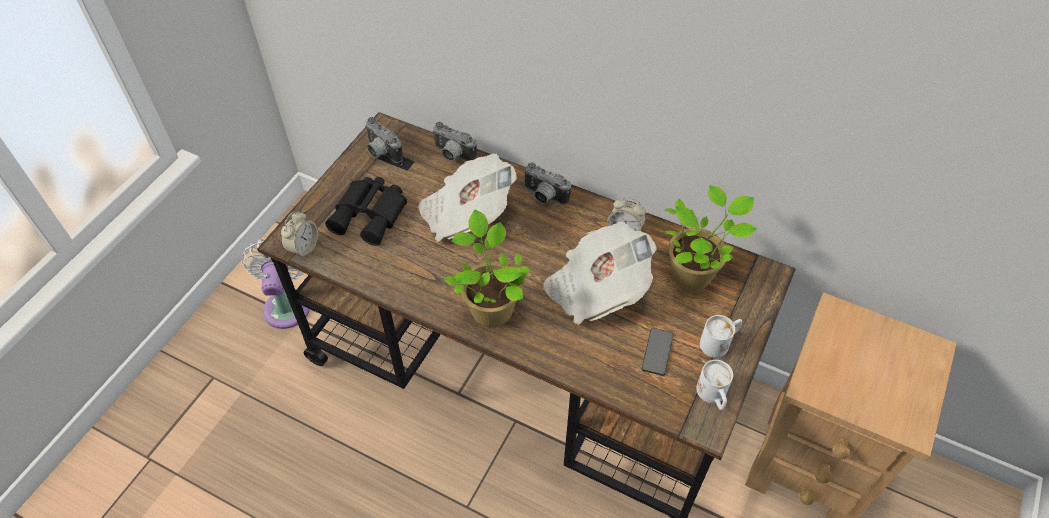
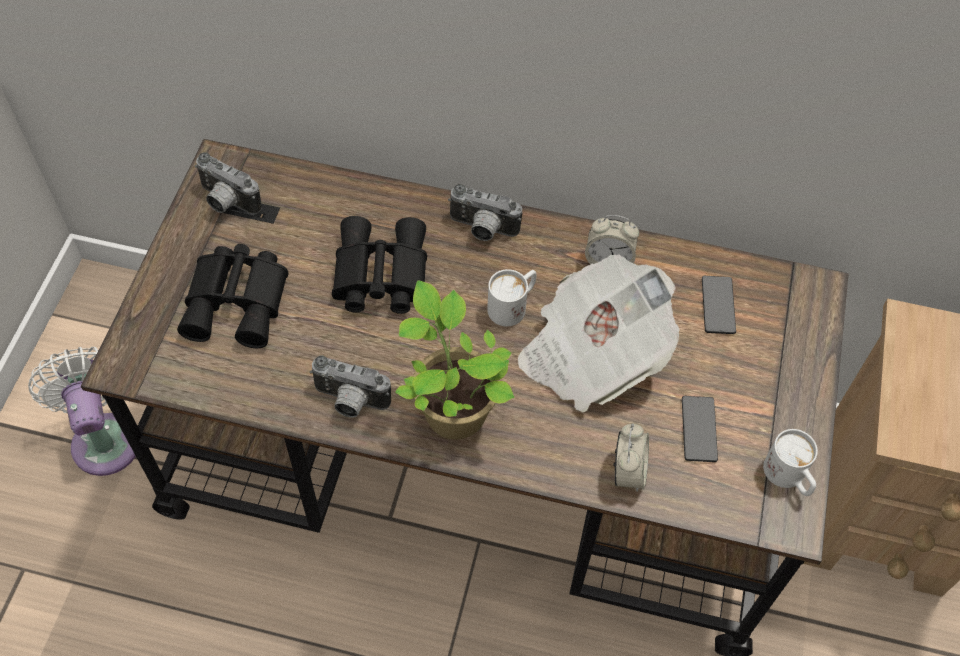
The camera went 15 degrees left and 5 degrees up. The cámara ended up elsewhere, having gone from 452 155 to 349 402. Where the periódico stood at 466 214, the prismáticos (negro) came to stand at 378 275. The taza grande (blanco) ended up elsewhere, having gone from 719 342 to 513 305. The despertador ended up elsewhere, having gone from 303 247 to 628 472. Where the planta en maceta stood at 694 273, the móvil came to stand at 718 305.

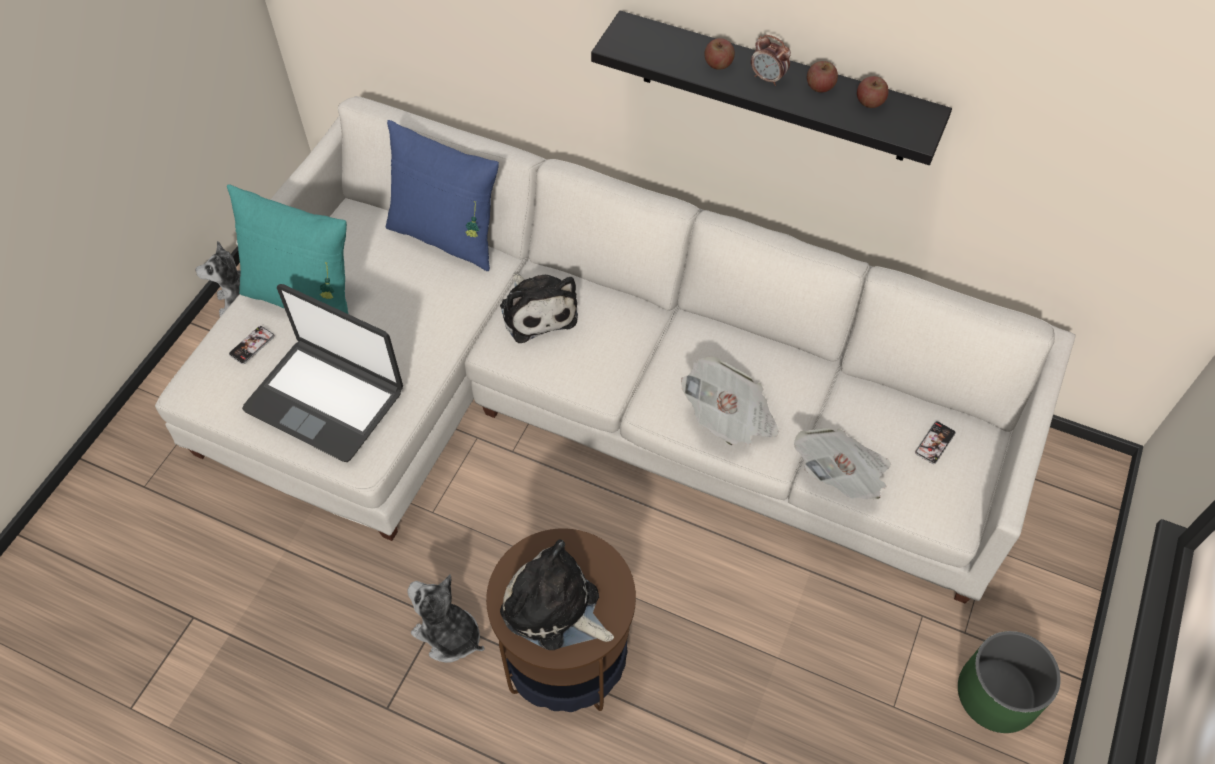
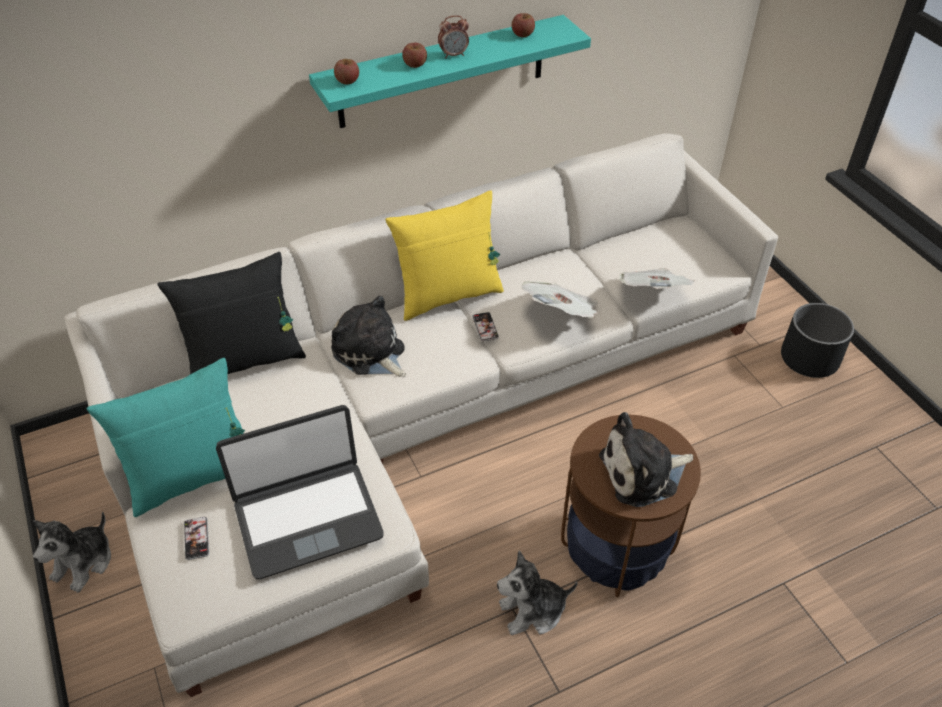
The camera went 50 degrees left and 10 degrees down. What was the cojín (azul) at 446 237 turned into the cojín (negro) at 245 361. What was the estante (negro) at 775 88 turned into the estante (turquesa) at 442 72. The peluche at 537 310 ended up facing another way, 150 degrees counterclockwise from before. The manzana ended up elsewhere, having gone from 820 87 to 347 81. The second view gained the cojín (amarillo) at 448 296. The móvil ended up elsewhere, having gone from 935 443 to 485 327. What was the maceta (verde) at 996 695 turned into the maceta (negro) at 809 359.

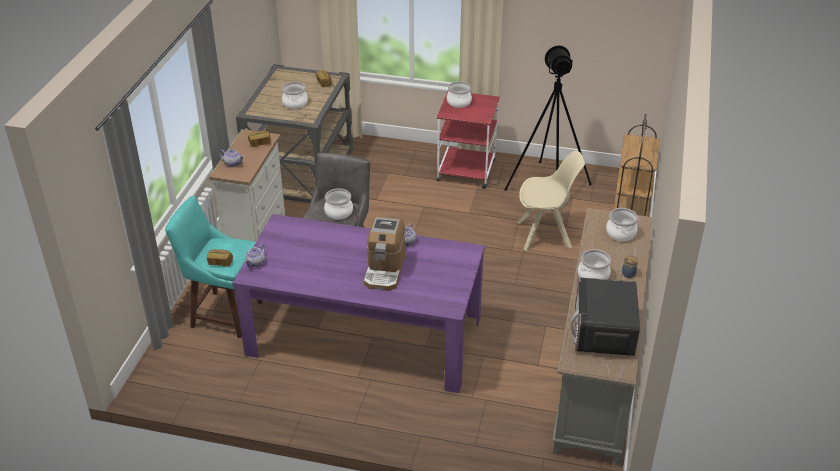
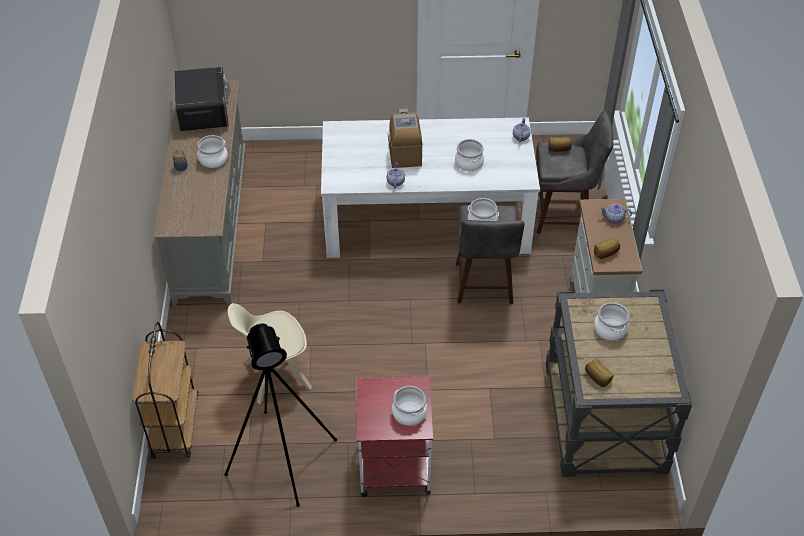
The camera went 165 degrees right and 10 degrees up. What was the mesa de comedor (morado) at 364 336 turned into the mesa de comedor (blanco) at 426 219. The olla ended up elsewhere, having gone from 620 233 to 469 163. What was the taburete (turquesa) at 224 313 turned into the taburete (gris) at 564 215.

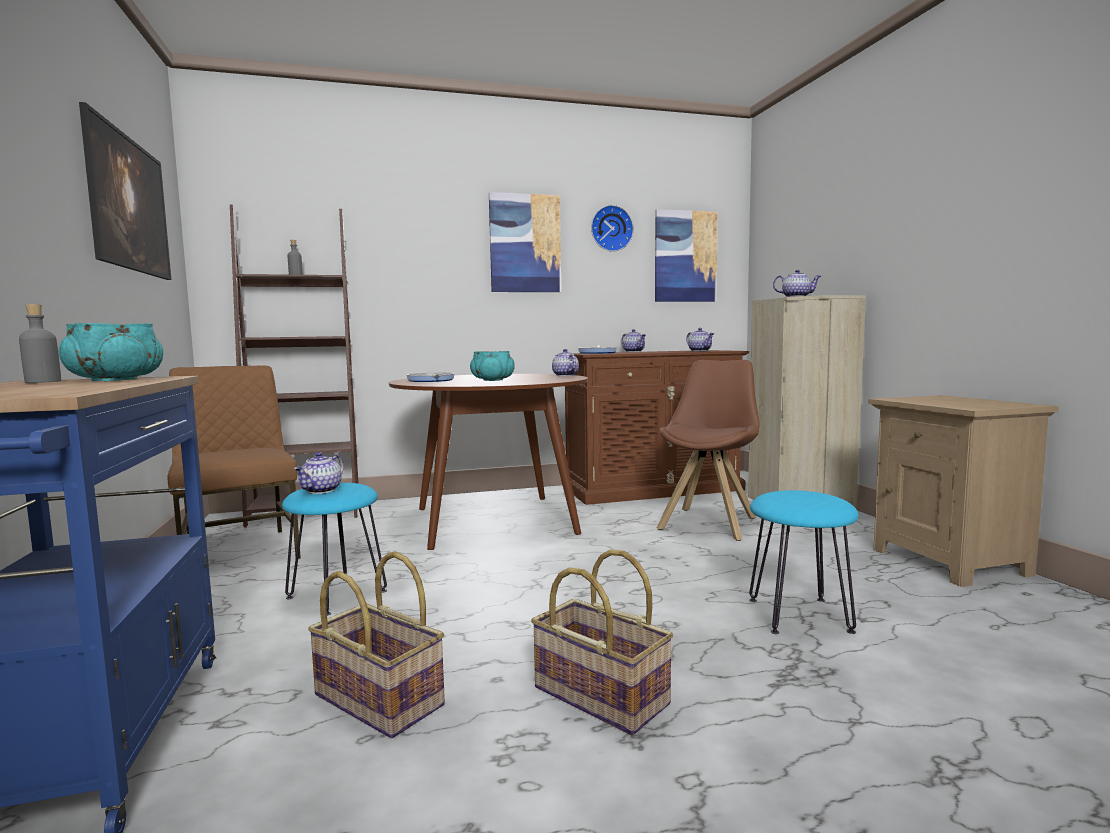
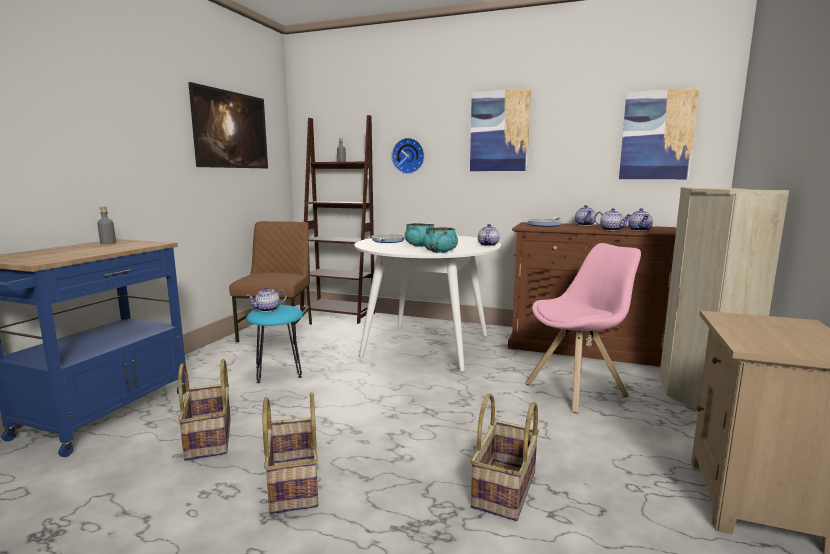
The camera went 35 degrees right and 5 degrees up. What was the mesa de comedor (marrón) at 494 521 turned into the mesa de comedor (blanco) at 426 346. The reloj de pared ended up elsewhere, having gone from 611 229 to 408 156. The cuenco (turquesa) ended up elsewhere, having gone from 116 380 to 440 251. Where the taburete (turquesa) stood at 799 615, the cesta came to stand at 506 489. What was the silla (marrón) at 709 523 turned into the silla (rosa) at 577 390. The tetera ended up elsewhere, having gone from 796 297 to 611 230.

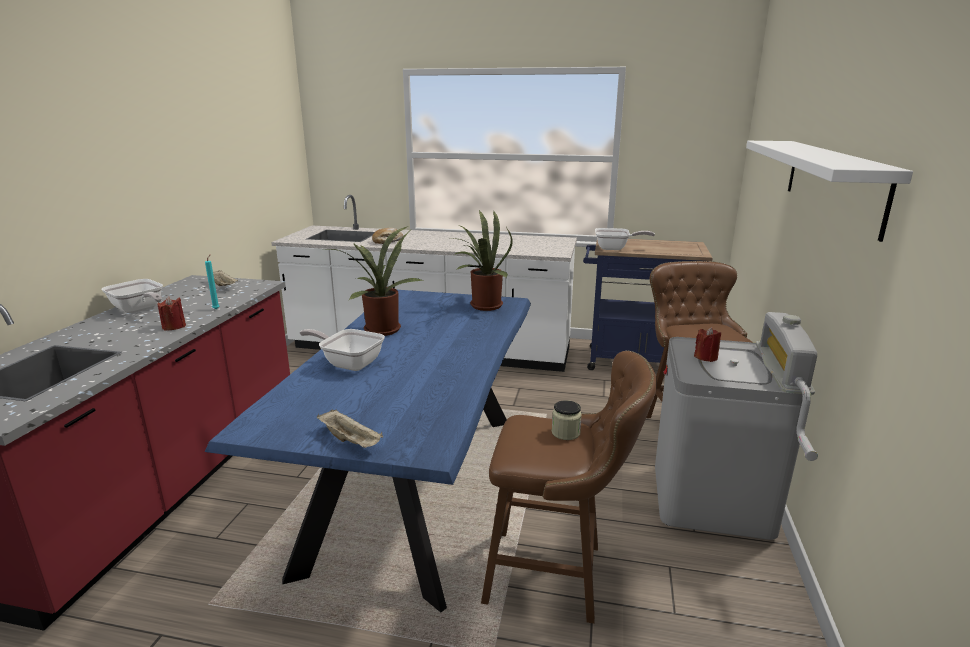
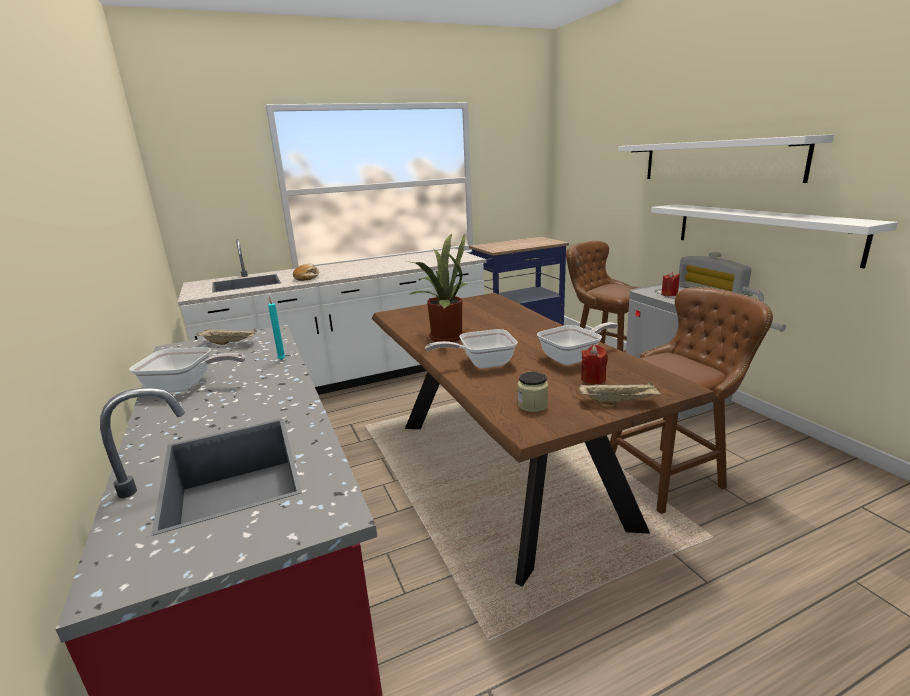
The camera went 35 degrees left and 0 degrees up. What was the mesa de comedor (azul) at 416 487 turned into the mesa de comedor (marrón) at 504 470. The tarro ended up elsewhere, having gone from 565 433 to 532 405. The sartén ended up elsewhere, having gone from 615 248 to 573 358. The vela (rojo) ended up elsewhere, having gone from 174 327 to 593 379. The second view gained the estante (blanco) at 761 231. The second view lost the planta en maceta at 482 306.

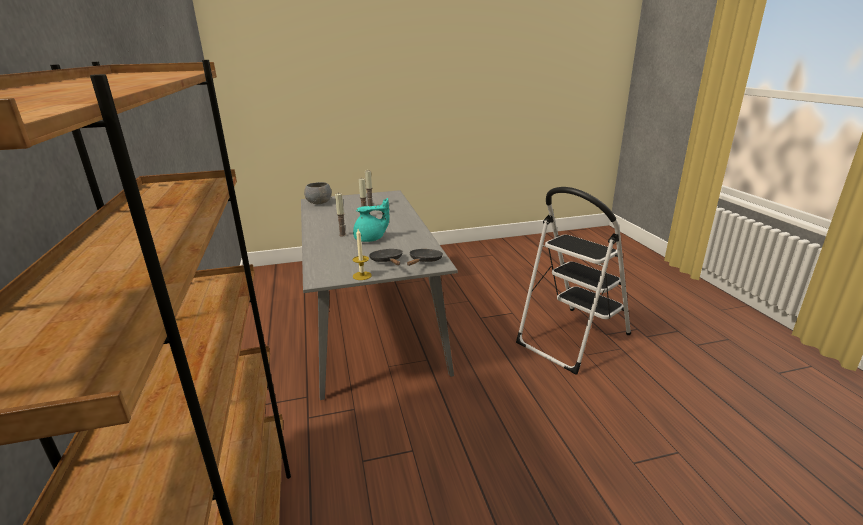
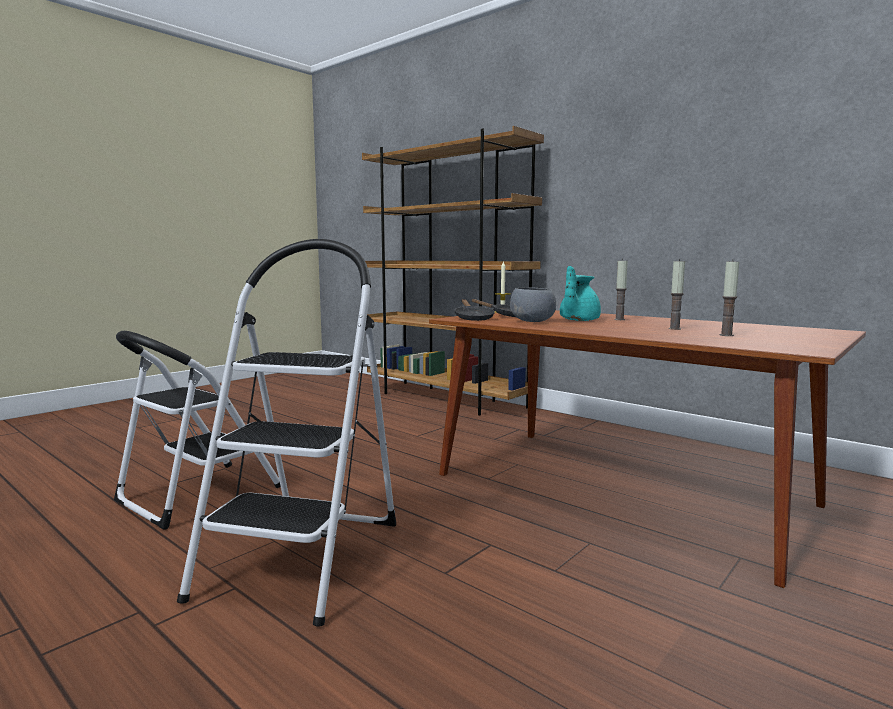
The camera went 145 degrees right and 15 degrees down. The second view gained the escalera de tijera at 195 495. What was the mesa de comedor (gris) at 372 324 turned into the mesa de comedor (marrón) at 617 489. The cuenco (gris) ended up elsewhere, having gone from 319 203 to 532 321.

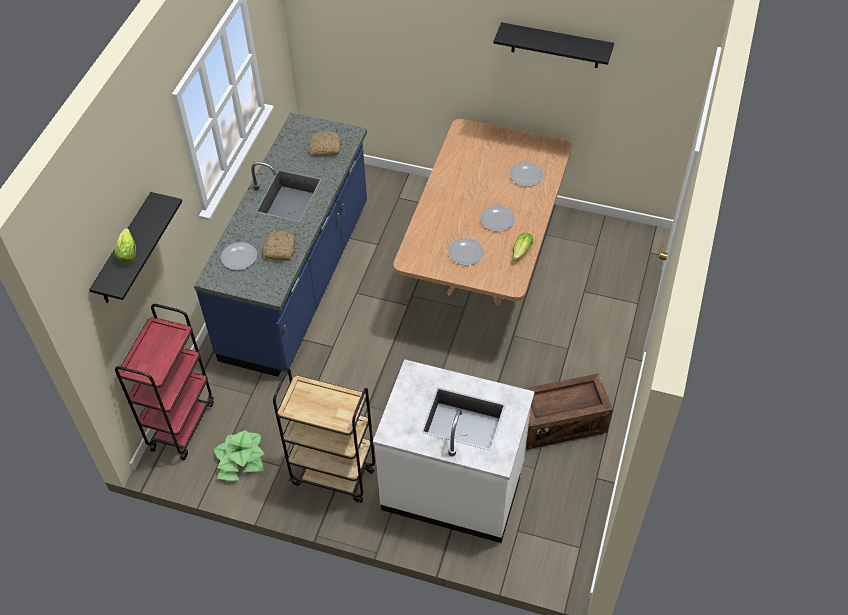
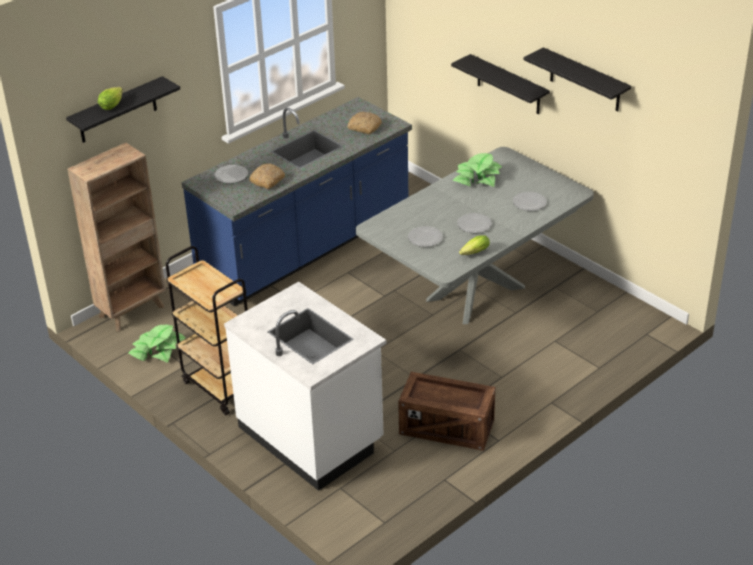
The camera went 30 degrees right and 15 degrees down. Where the carrito (rojo) stood at 182 426, the estantería (marrón) came to stand at 133 311. What was the mesa de comedor (marrón) at 483 269 turned into the mesa de comedor (gris) at 474 293. The second view gained the estante (negro) at 508 85. The second view gained the planta en maceta at 477 178.

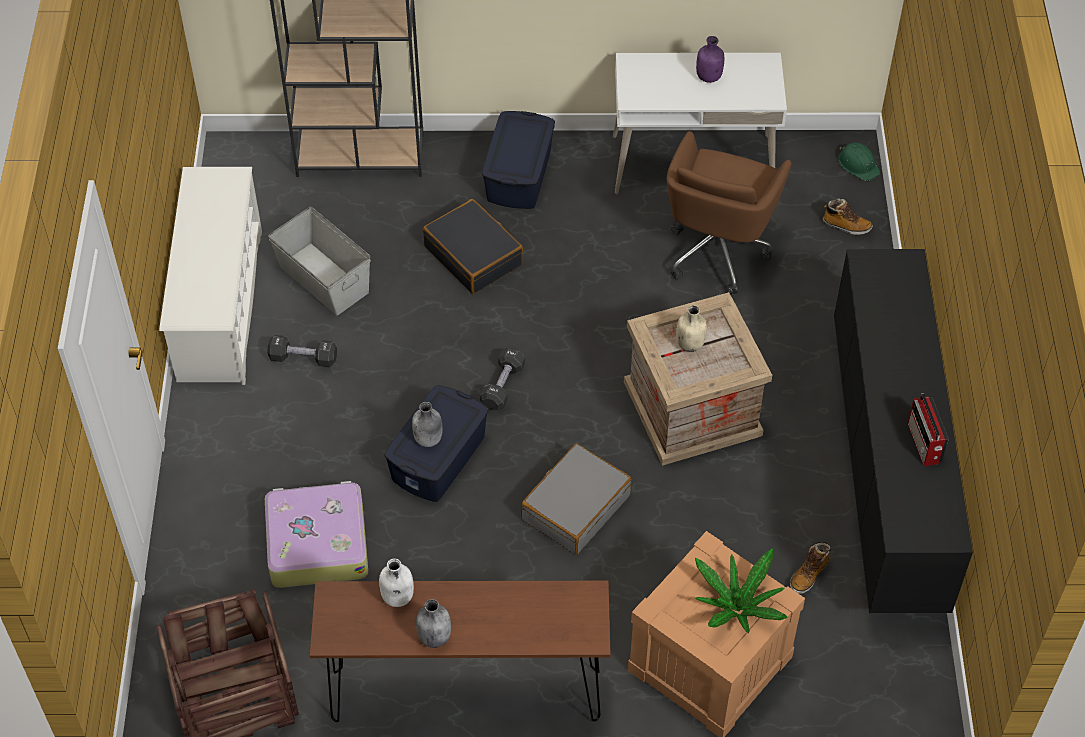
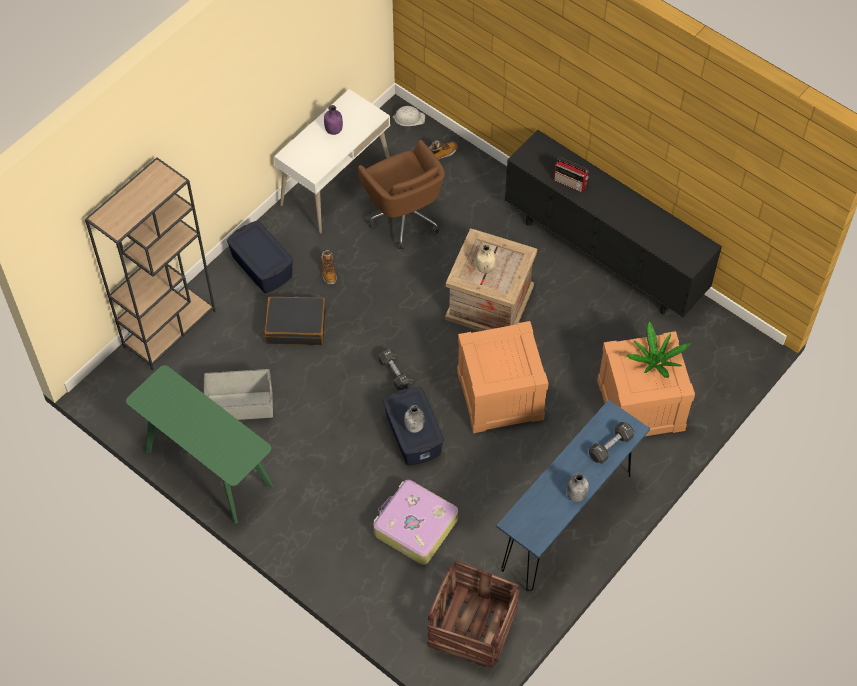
The camera went 50 degrees left and 5 degrees up. Where the zapatero (blanco) stood at 220 305, the mesa consola (verde) came to stand at 208 468. The bota ended up elsewhere, having gone from 809 574 to 328 272. What was the casco (verde) at 858 164 turned into the casco (blanco) at 409 118. Where the maleta (gris) stood at 575 507, the caja de embalaje came to stand at 500 396. What was the mesa consola (marrón) at 466 695 turned into the mesa consola (azul) at 567 521. The radio ended up elsewhere, having gone from 924 444 to 571 183. The mancuerna (negro) ended up elsewhere, having gone from 303 358 to 610 447. The second view lost the botella (blanco) at 397 597.

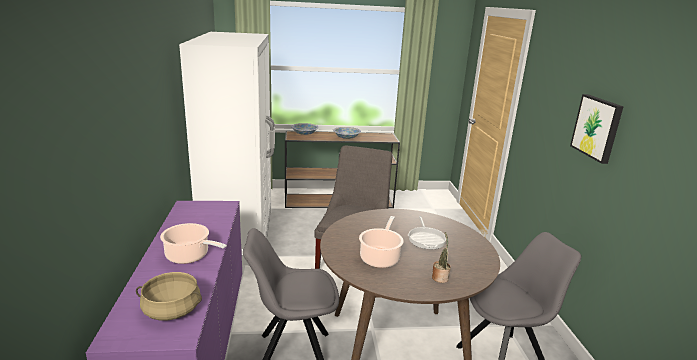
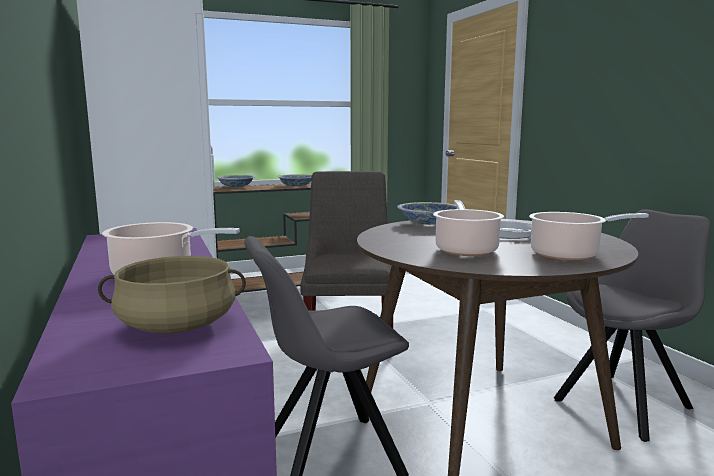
The camera went 15 degrees left and 10 degrees down. The second view gained the cuenco at 428 223. Where the planta en maceta stood at 440 277, the olla came to stand at 569 255. The second view lost the cuadro at 597 127.

